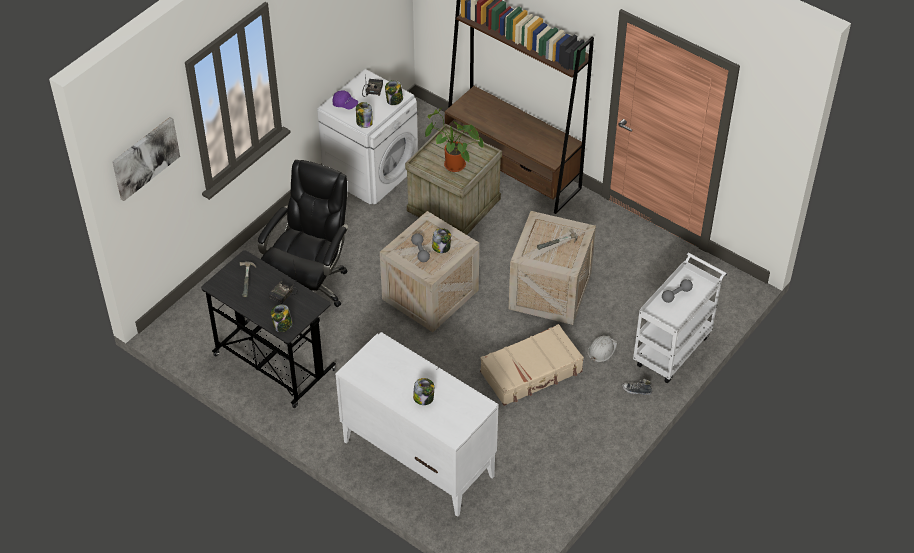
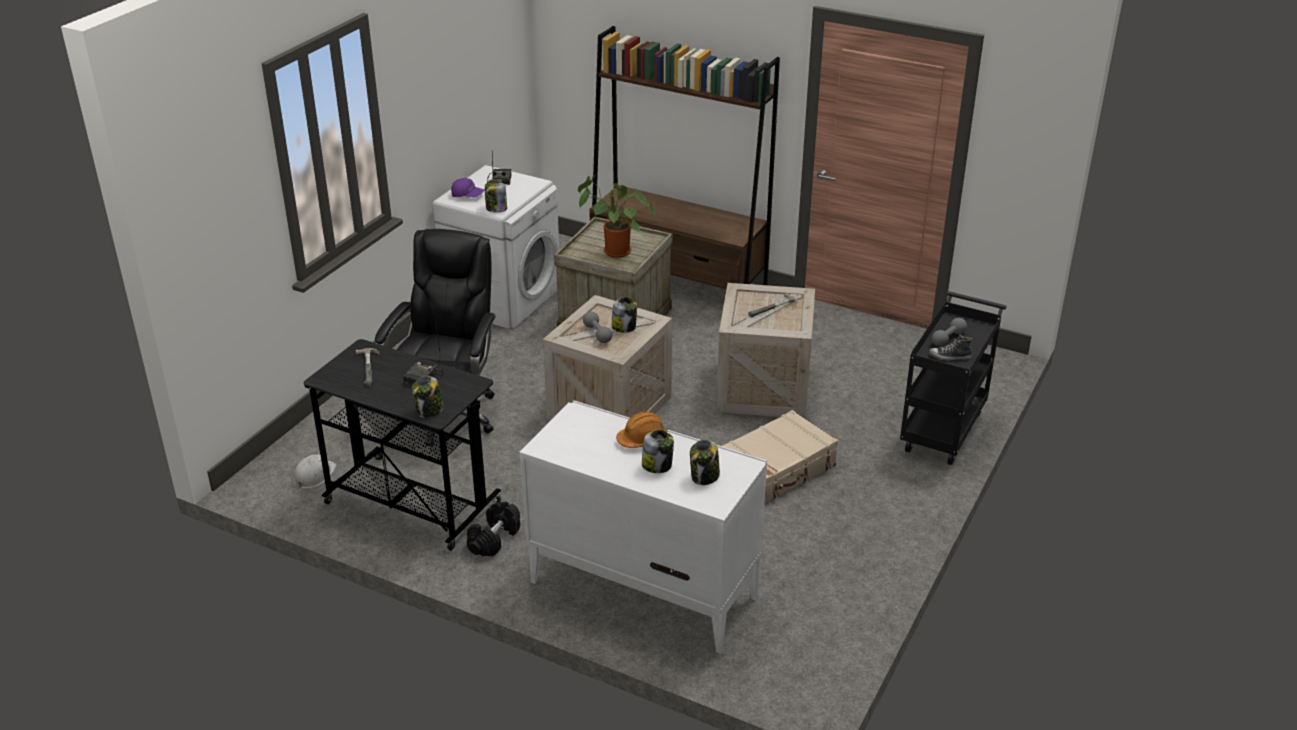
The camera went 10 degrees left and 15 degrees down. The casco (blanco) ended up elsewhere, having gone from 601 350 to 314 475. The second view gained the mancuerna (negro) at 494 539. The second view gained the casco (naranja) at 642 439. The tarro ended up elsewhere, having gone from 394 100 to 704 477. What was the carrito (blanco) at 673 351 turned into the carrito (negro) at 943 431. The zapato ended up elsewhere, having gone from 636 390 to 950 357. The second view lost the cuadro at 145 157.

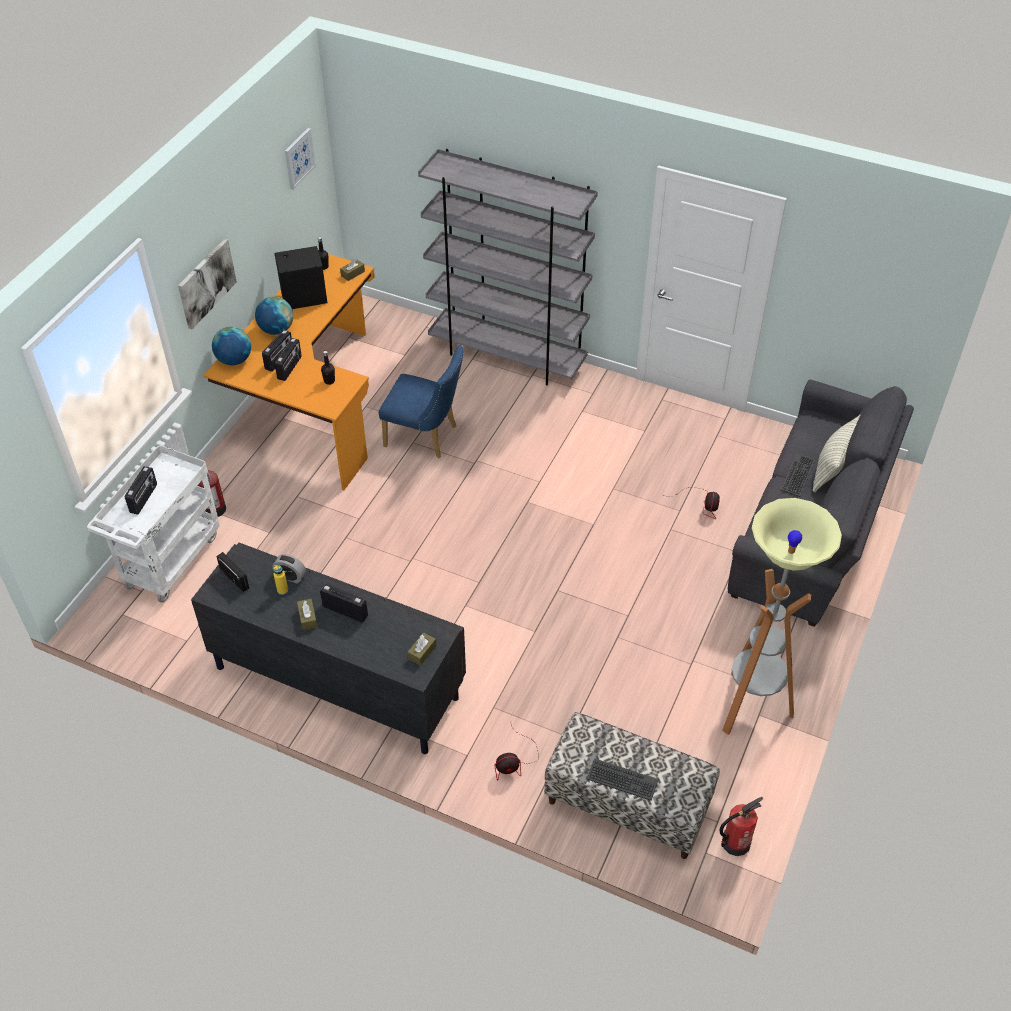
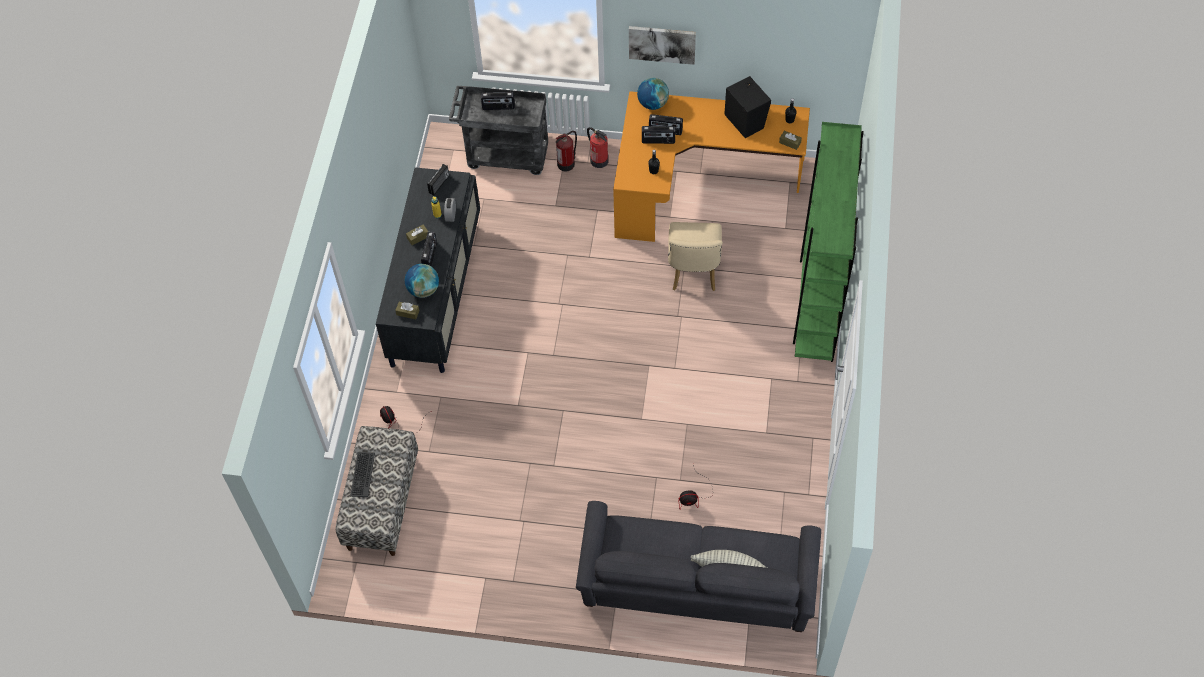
The camera went 75 degrees right and 10 degrees up. The globo terráqueo ended up elsewhere, having gone from 276 330 to 423 290. What was the carrito (blanco) at 170 566 turned into the carrito (negro) at 504 159. The extintor ended up elsewhere, having gone from 735 842 to 599 160. What was the silla (azul) at 426 437 turned into the silla (beis) at 693 274. What was the estantería (gris) at 507 356 turned into the estantería (verde) at 817 304. The second view lost the cuadro at 299 158. The second view lost the lámpara de pie at 751 706. The second view lost the teclado at 798 475.

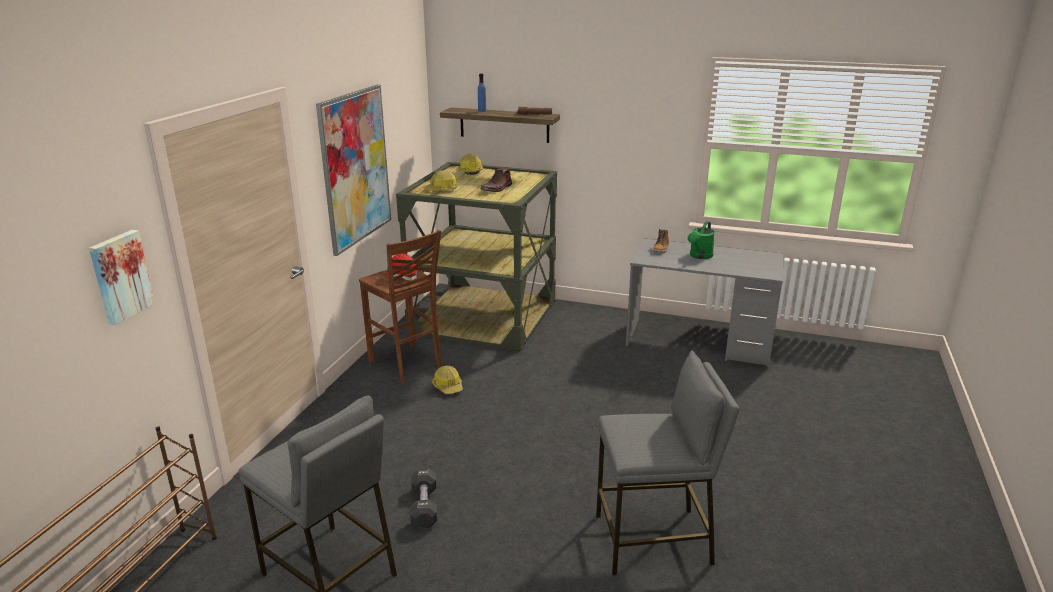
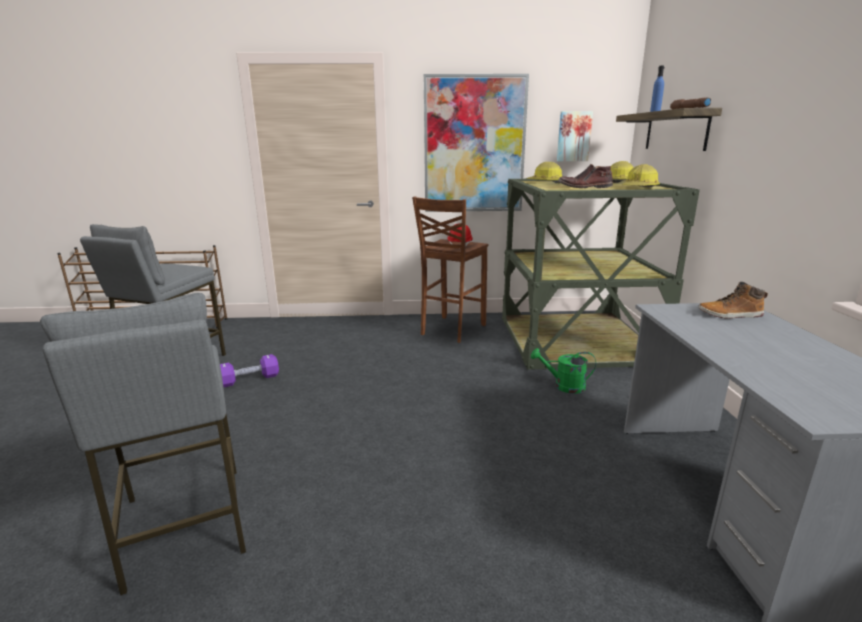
The camera went 70 degrees right and 5 degrees down. What was the mancuerna (negro) at 424 507 turned into the mancuerna (morado) at 249 380. The regadera (verde) ended up elsewhere, having gone from 699 256 to 564 386. The cuadro ended up elsewhere, having gone from 120 276 to 573 136. The casco ended up elsewhere, having gone from 448 386 to 639 188.

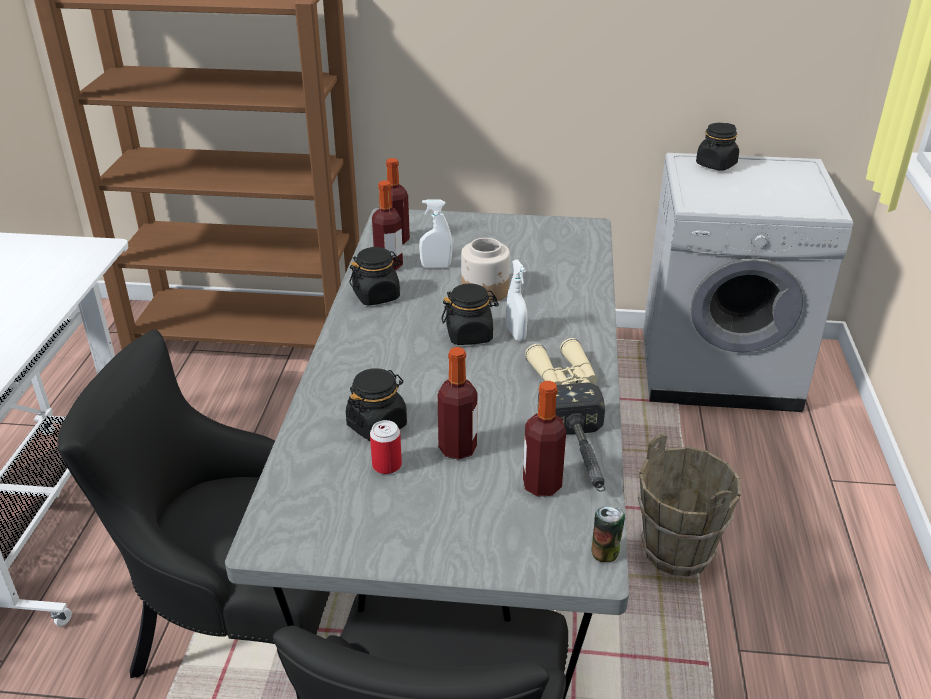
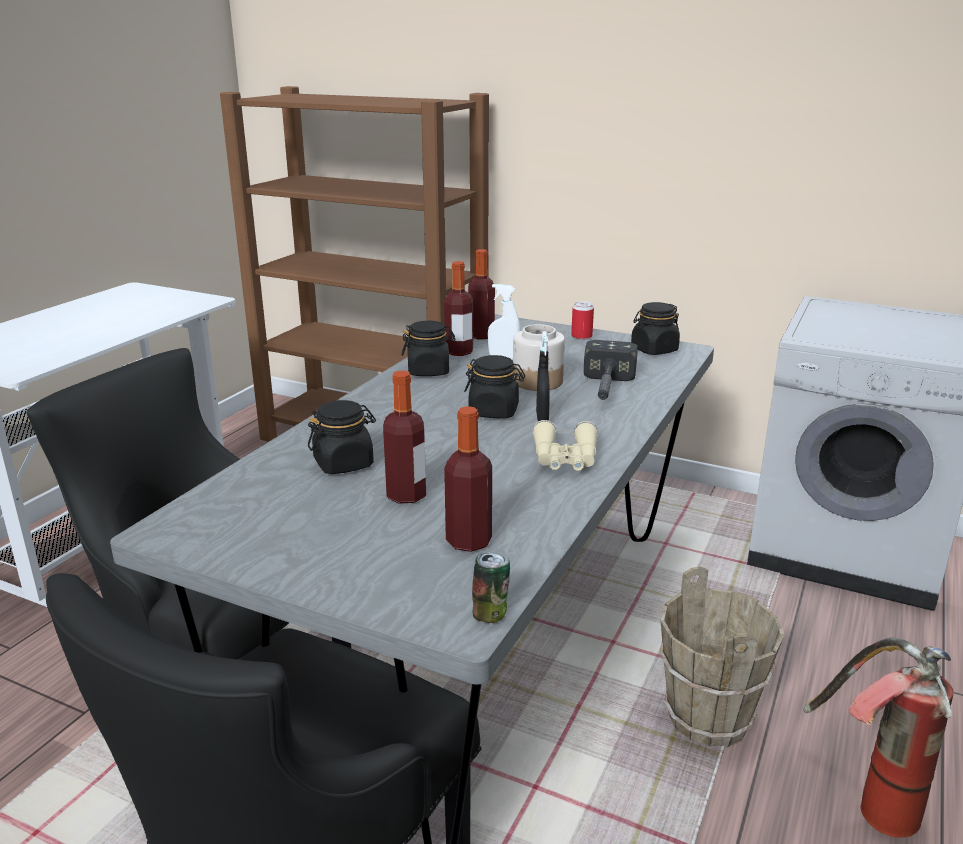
The camera went 20 degrees right and 10 degrees down. What was the pulverizador (blanco) at 516 334 turned into the pulverizador (negro) at 542 417. The lata ended up elsewhere, having gone from 387 465 to 581 336. The martillo ended up elsewhere, having gone from 581 456 to 606 391. The tarro (negro) ended up elsewhere, having gone from 716 165 to 654 350. The second view gained the extintor at 866 801.

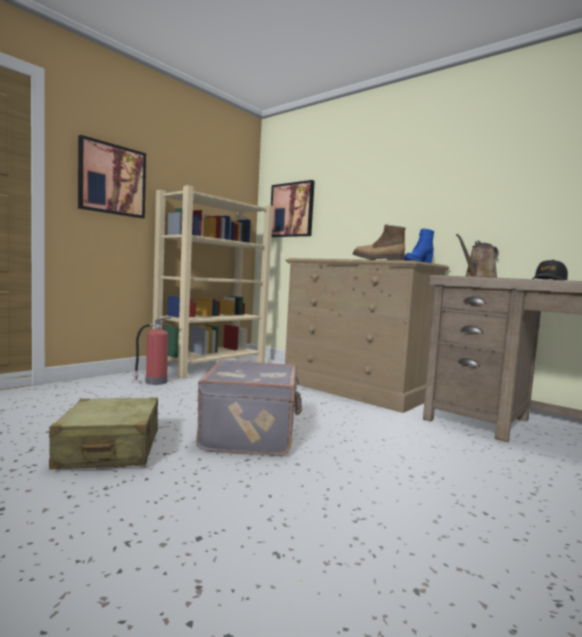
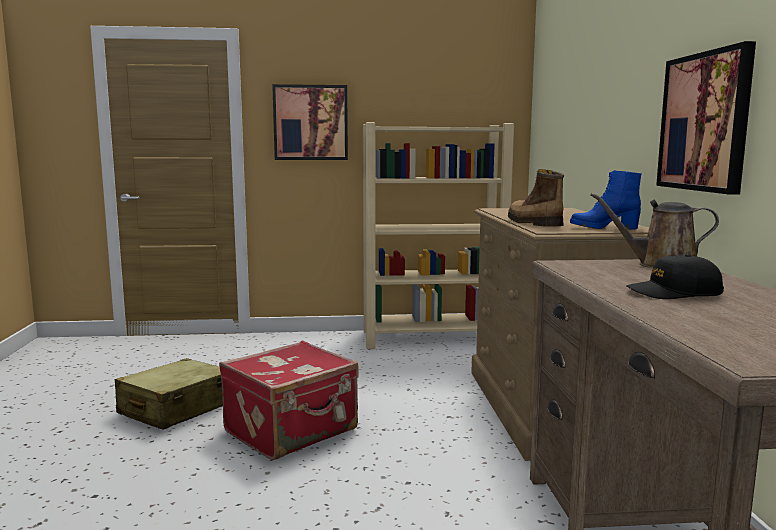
The camera went 45 degrees right and 5 degrees up. What was the maleta (gris) at 251 435 turned into the maleta (rojo) at 292 431. The cuadro ended up elsewhere, having gone from 292 210 to 704 122. The second view lost the extintor at 155 382.

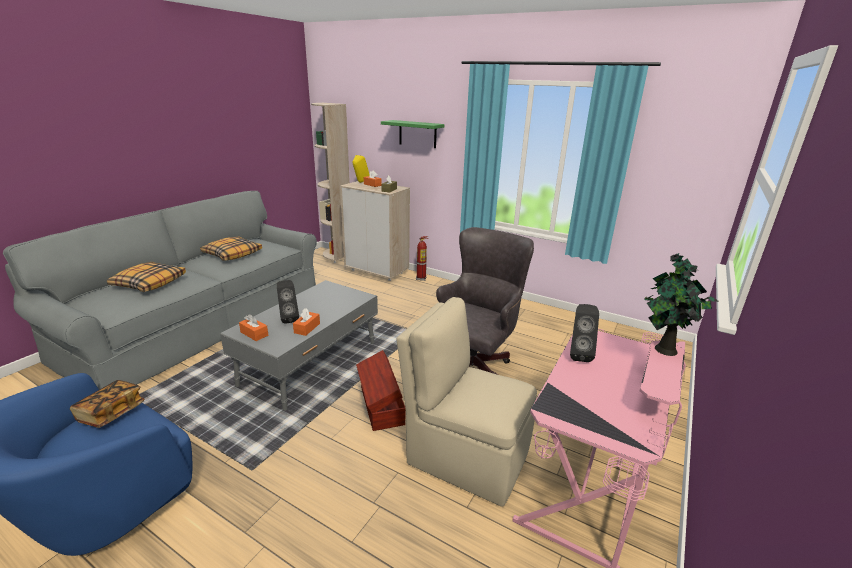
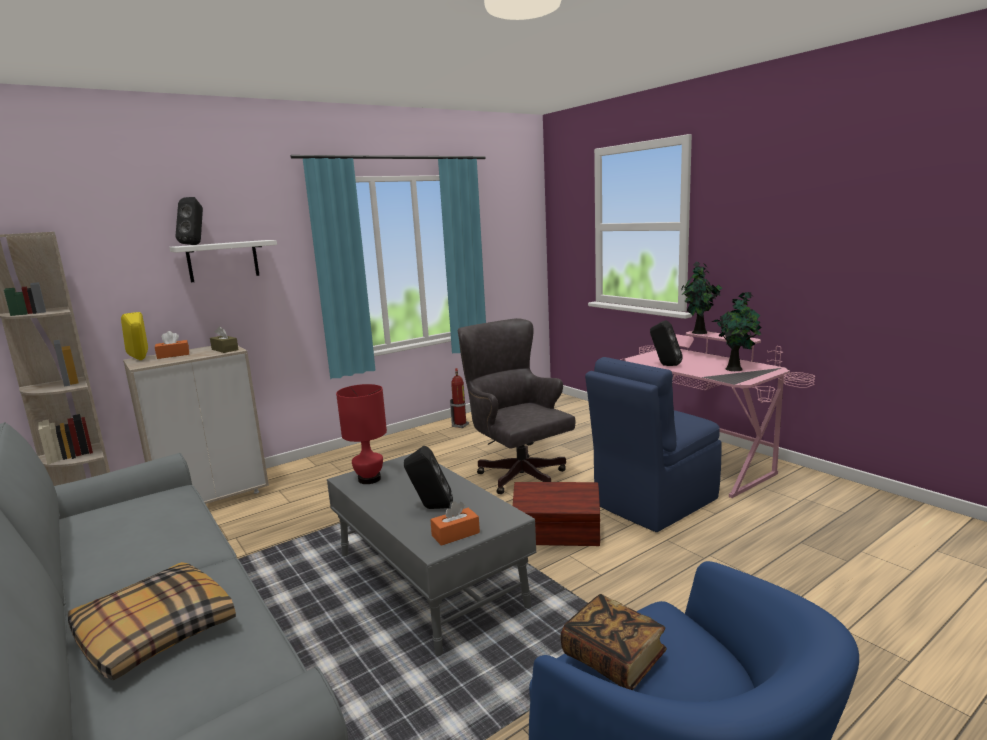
The camera went 65 degrees left and 10 degrees down. What was the estante (verde) at 417 134 turned into the estante (blanco) at 223 261. The second view gained the altavoz (negro) at 195 244. The second view gained the lámpara de mesa (rojo) at 369 479. The extintor ended up elsewhere, having gone from 421 278 to 460 425. What was the silla (beis) at 465 455 turned into the silla (azul) at 653 503. The second view gained the planta en maceta at 735 369. The second view lost the cojín at 232 254. The second view lost the caja de pañuelos (naranja) at 307 328.

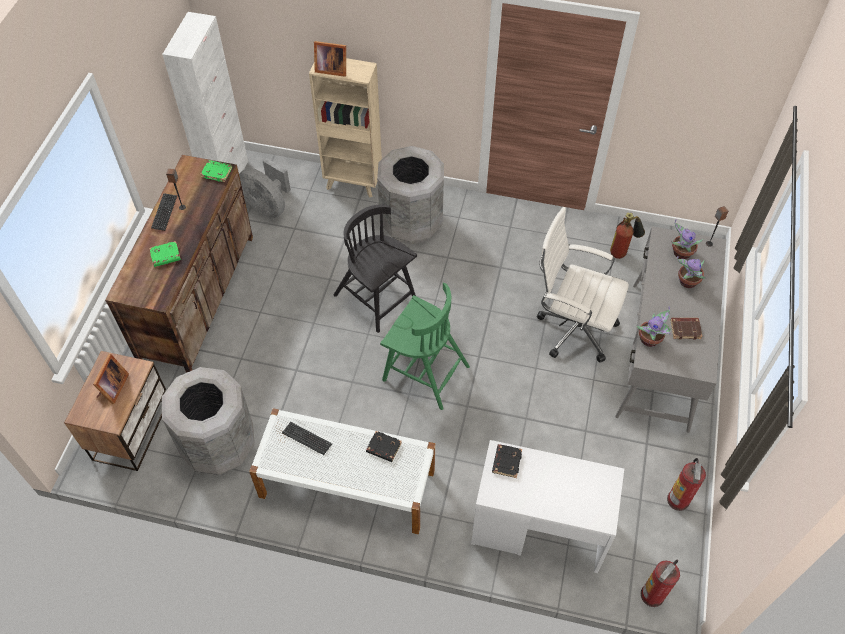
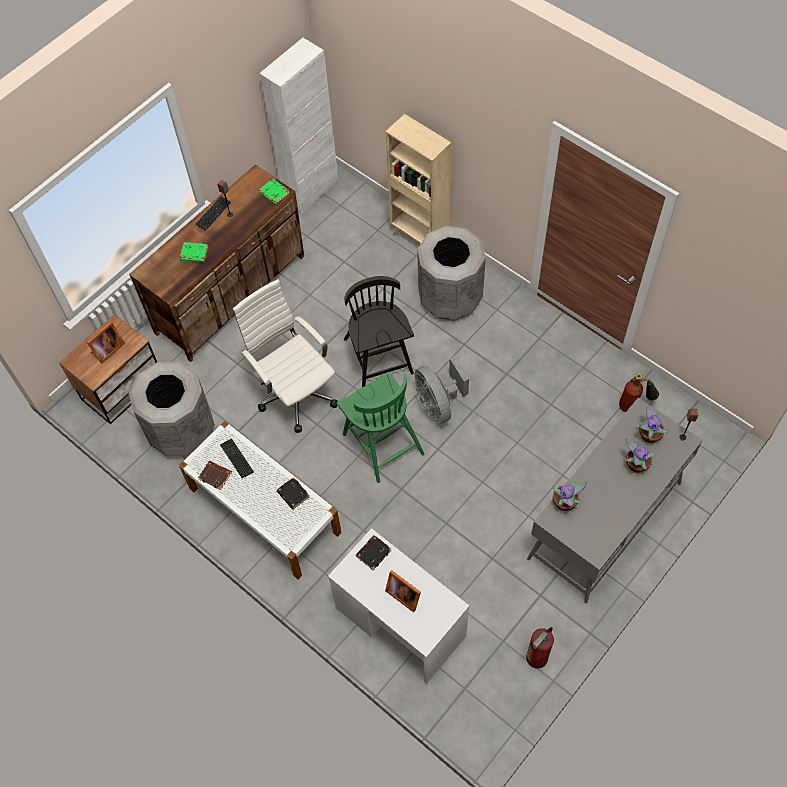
The camera went 30 degrees right and 5 degrees up. The libro (marrón) ended up elsewhere, having gone from 685 329 to 216 476. The silla de oficina (blanco) ended up elsewhere, having gone from 572 329 to 295 393. The portarretratos ended up elsewhere, having gone from 330 69 to 403 593. The ventilador (gris) ended up elsewhere, having gone from 268 206 to 438 404. The second view lost the extintor at 652 595.

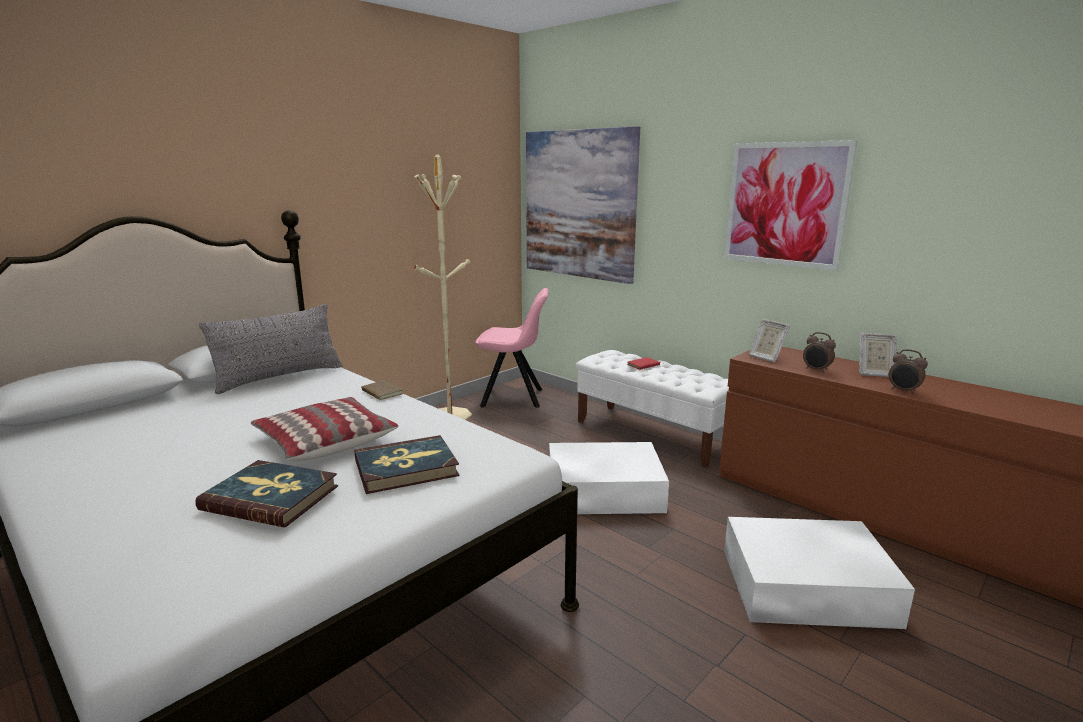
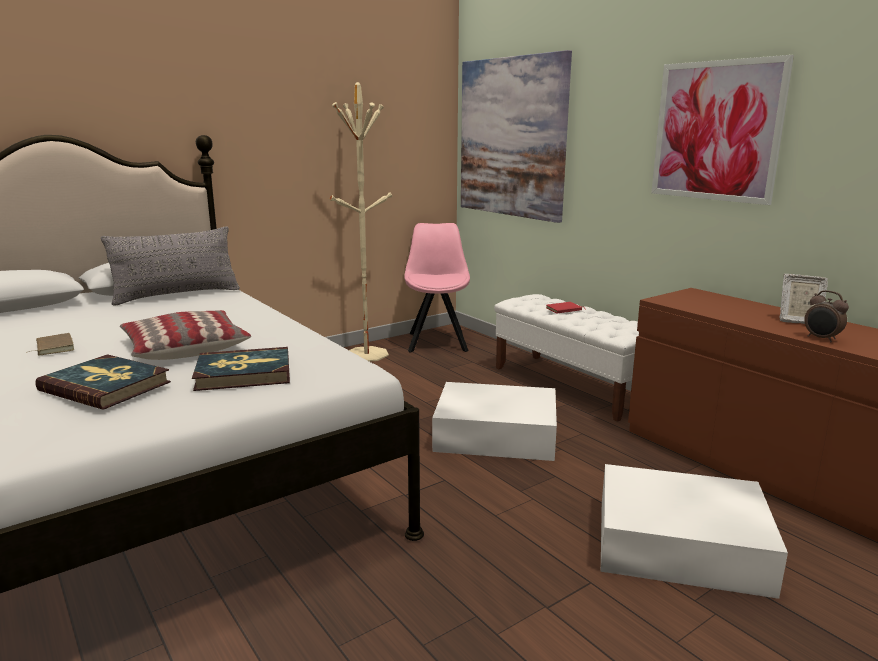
The camera went 10 degrees right and 0 degrees up. The libro (marrón) ended up elsewhere, having gone from 380 393 to 53 347. The silla (rosa) at 512 398 ended up facing another way, 105 degrees counterclockwise from before. The second view lost the portarretratos at 766 357. The second view lost the despertador at 816 370.

